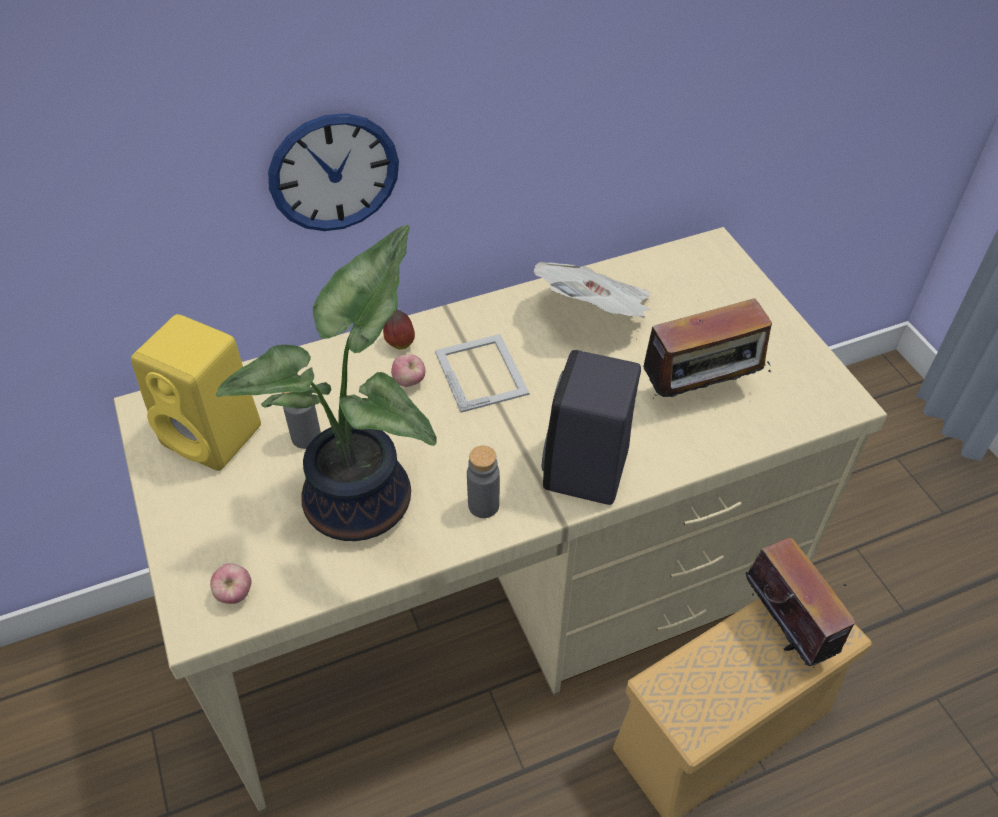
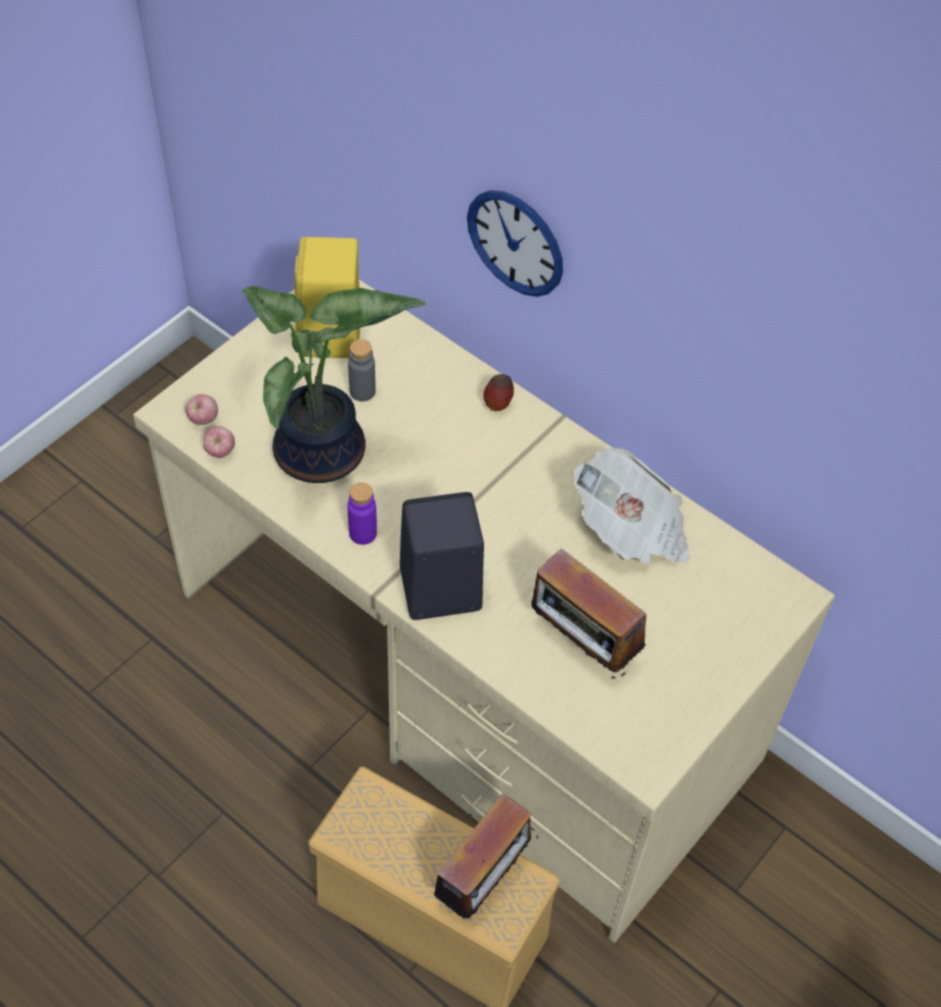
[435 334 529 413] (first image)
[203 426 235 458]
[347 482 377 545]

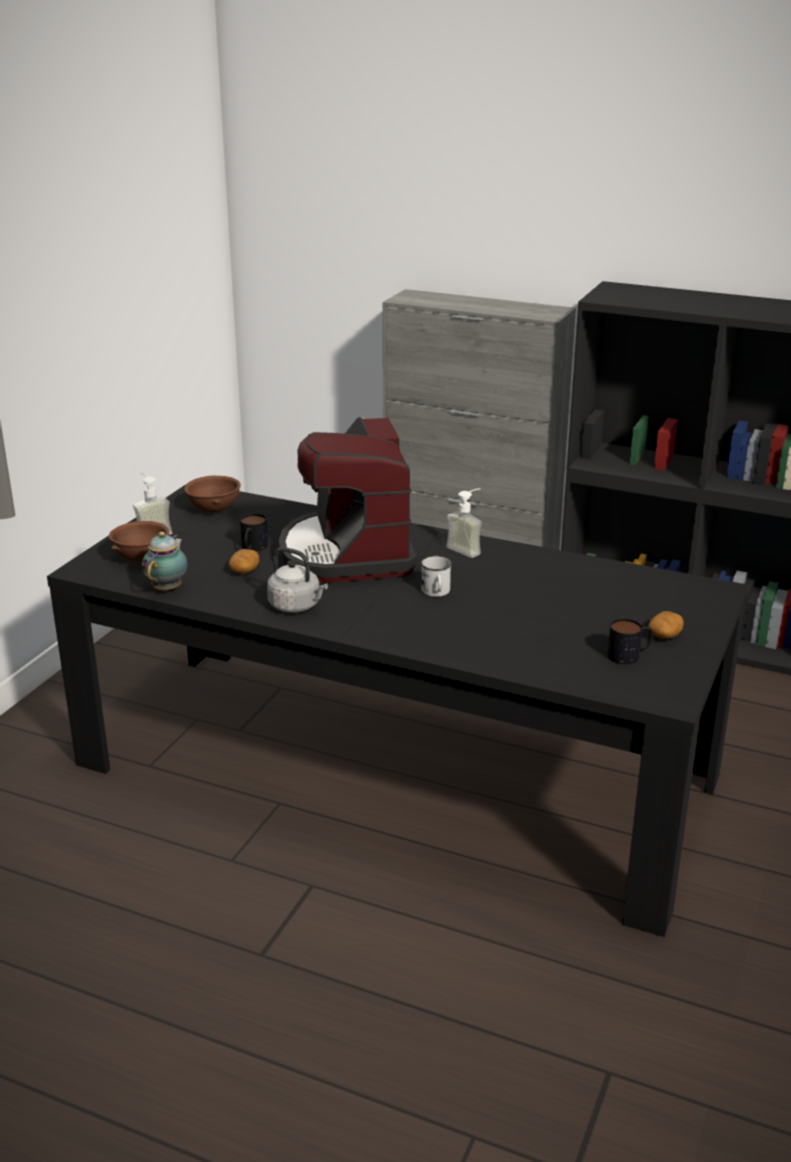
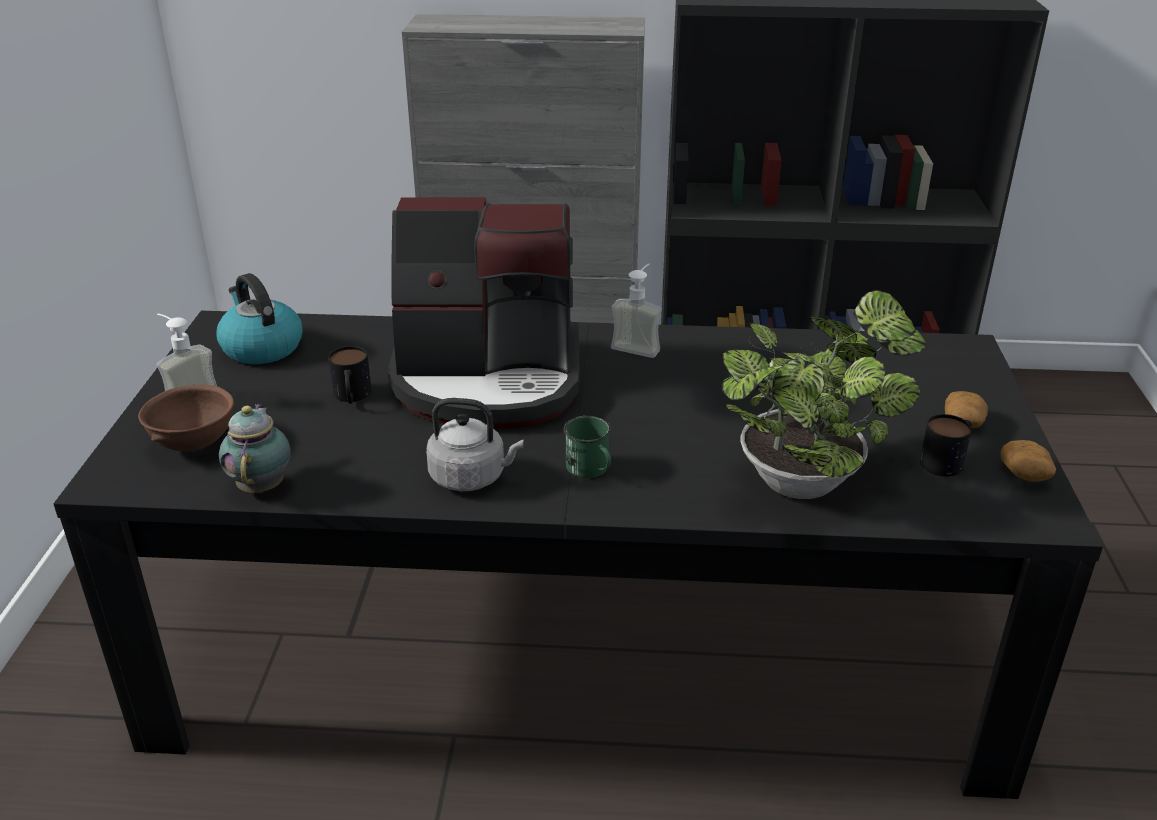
[388 197 580 429]
[216 273 303 364]
[1000 440 1056 482]
[421 556 452 597] (first image)
[722 290 926 499]
[564 416 611 478]

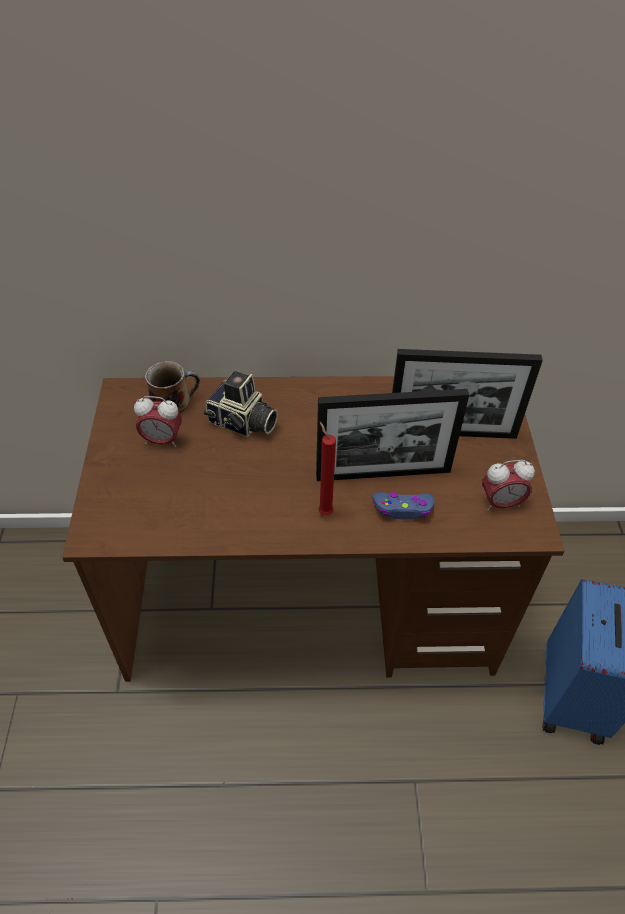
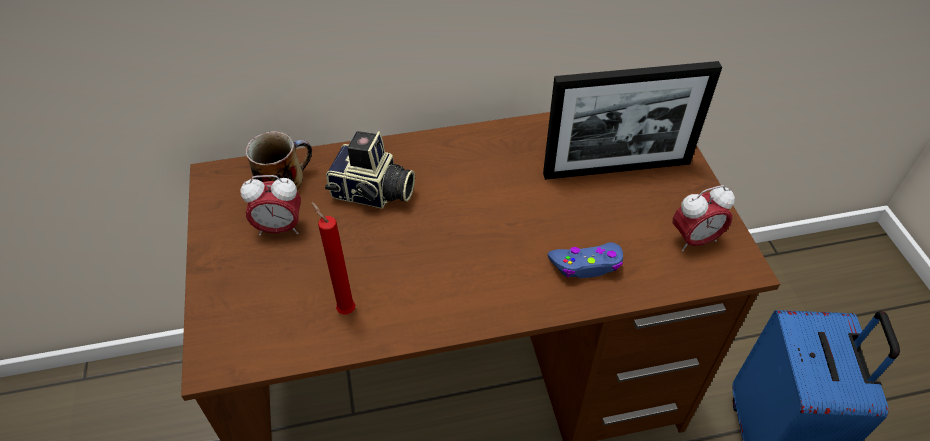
[316 389 469 481] (first image)
[311 201 355 314]

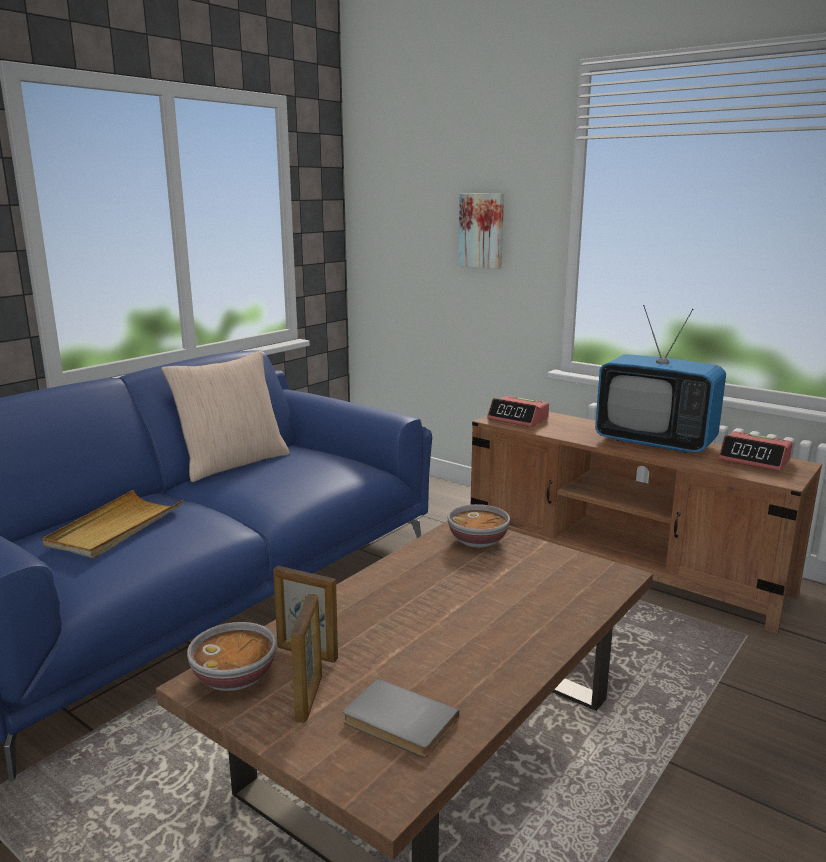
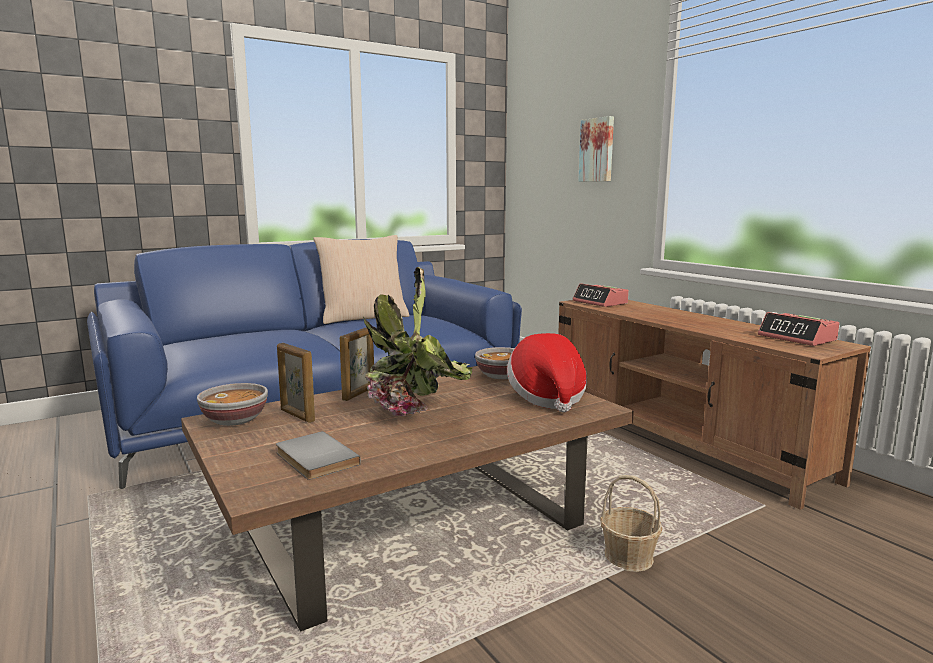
[595 305 726 453] (first image)
[43 490 184 558] (first image)
[340 327 374 401]
[363 267 472 416]
[507 333 587 412]
[600 475 662 572]

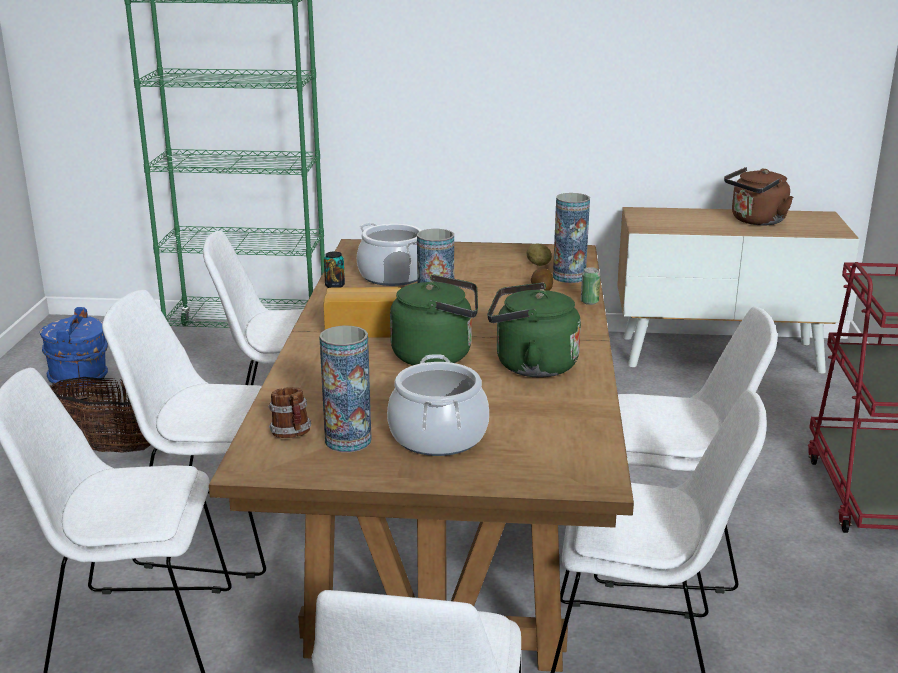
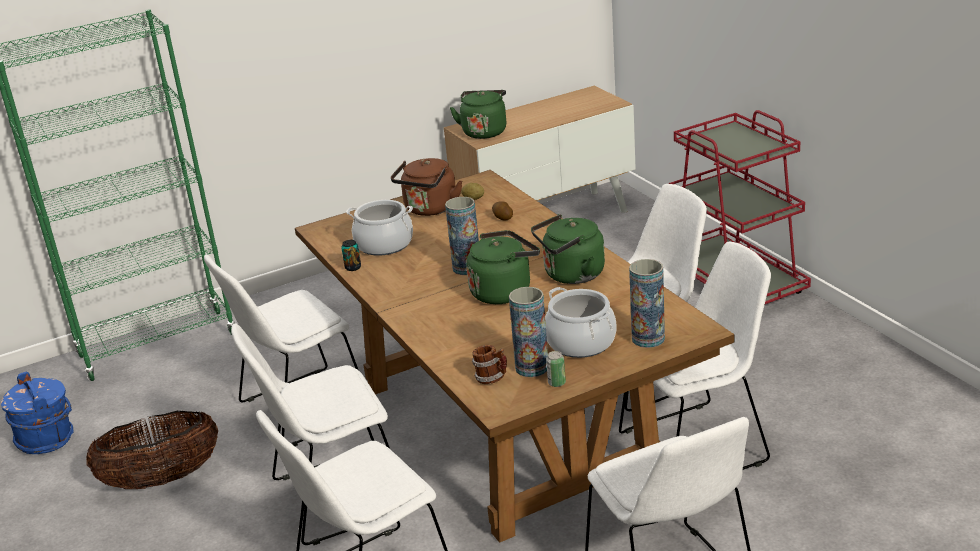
[391 158 462 216]
[629 259 665 348]
[546 351 566 387]
[324 287 401 338] (first image)
[450 90 506 139]

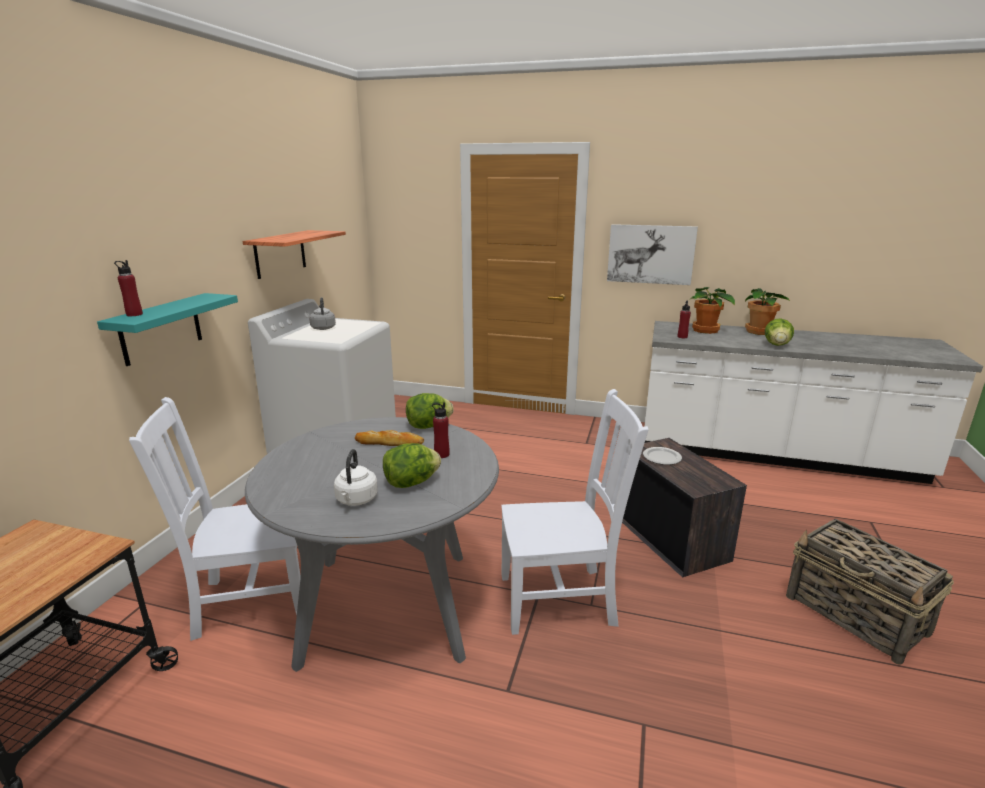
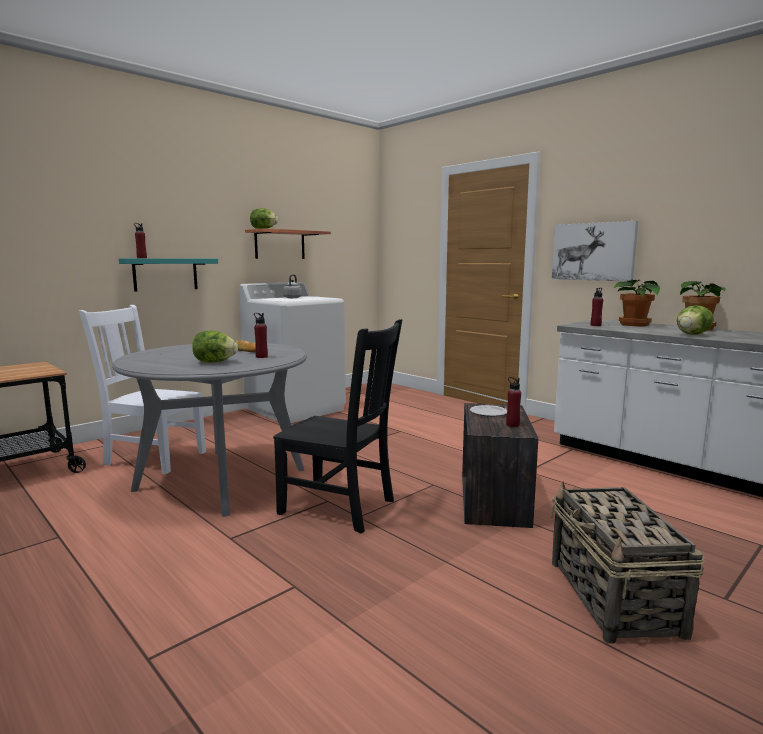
[273 319 402 533]
[250 208 278 229]
[334 449 378 506] (first image)
[506 377 521 427]

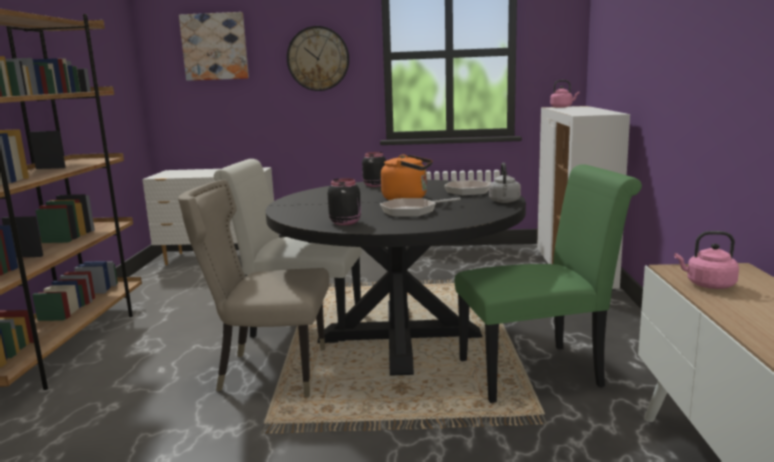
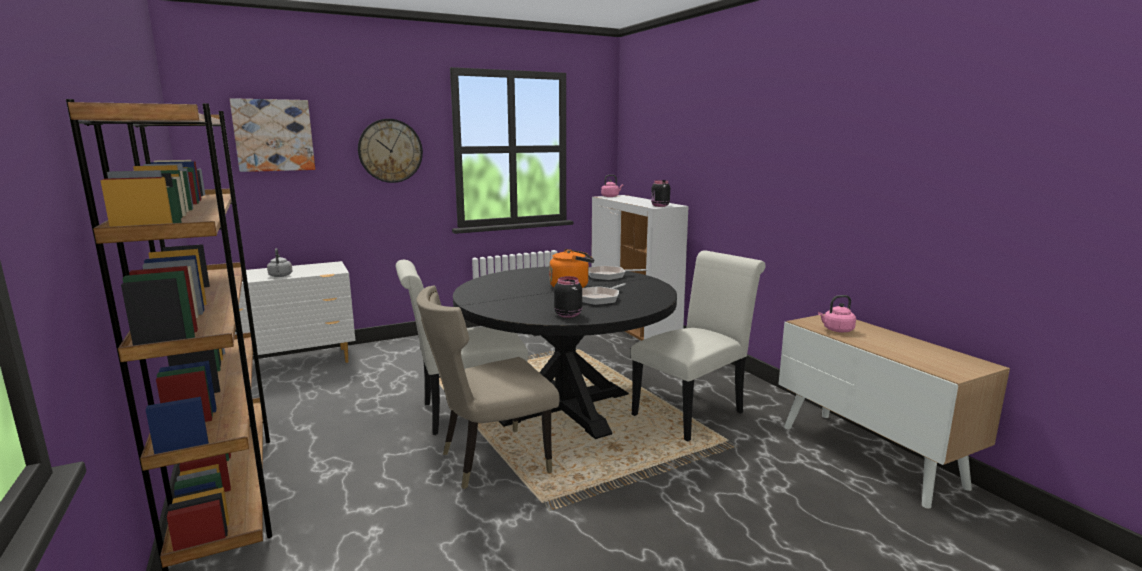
[651 180 670 207]
[267 248 293 277]
[630 251 766 442]

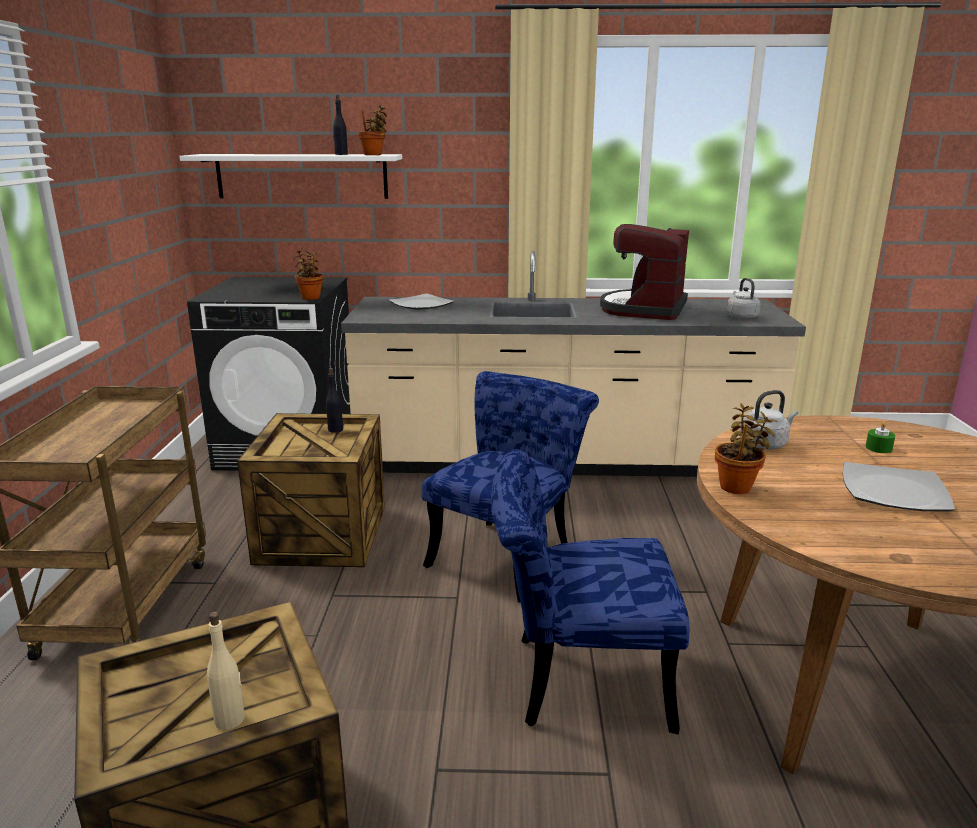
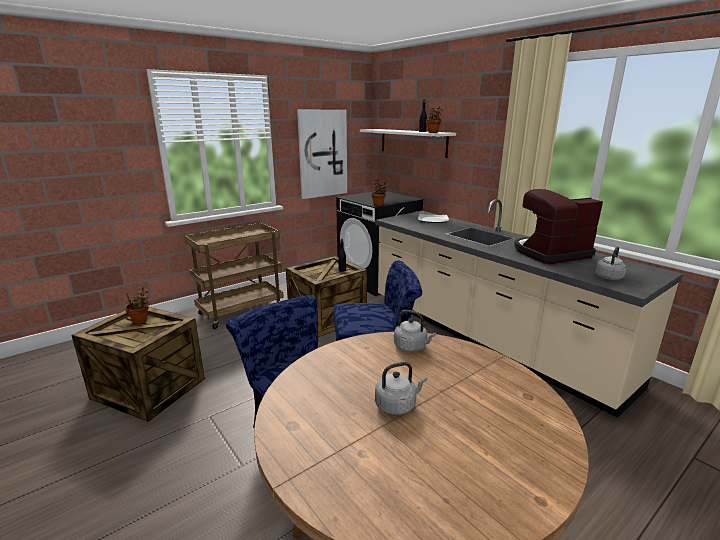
[125 286 149 324]
[865 421 896 453] (first image)
[375 362 427 415]
[207 612 245 730] (first image)
[297 110 347 199]

